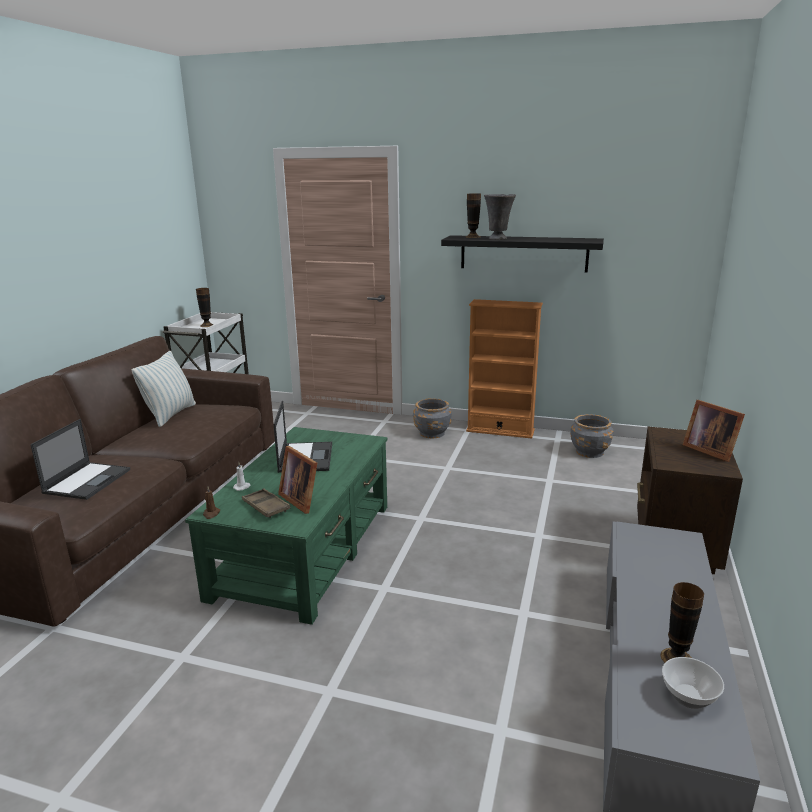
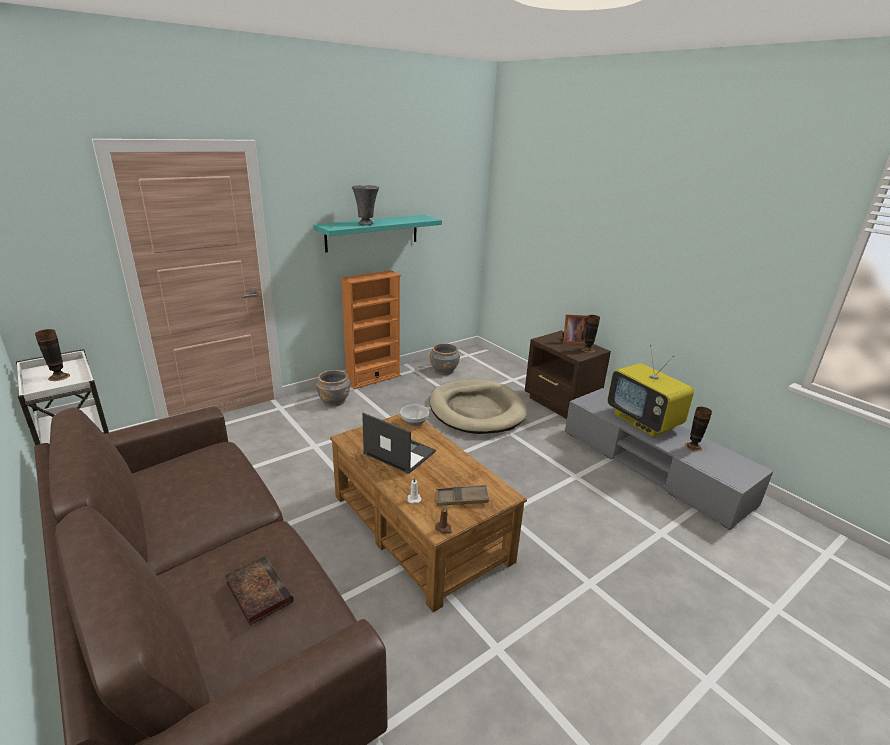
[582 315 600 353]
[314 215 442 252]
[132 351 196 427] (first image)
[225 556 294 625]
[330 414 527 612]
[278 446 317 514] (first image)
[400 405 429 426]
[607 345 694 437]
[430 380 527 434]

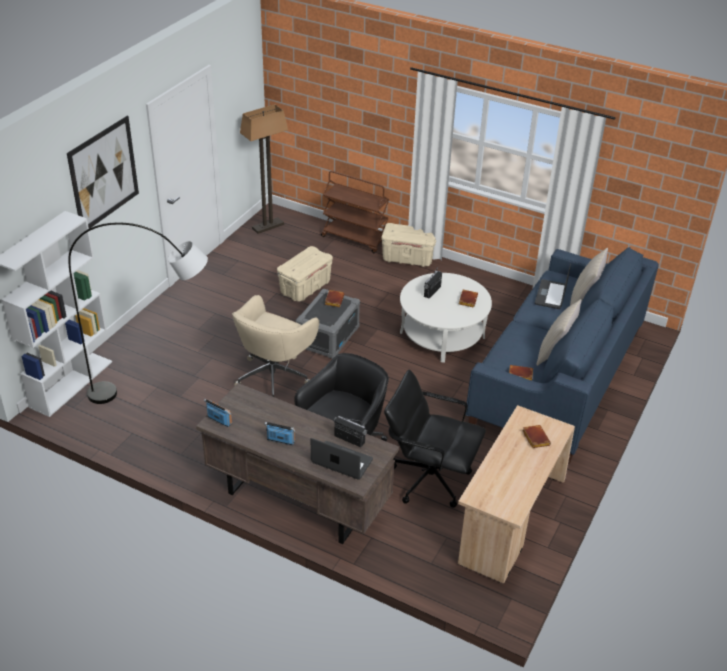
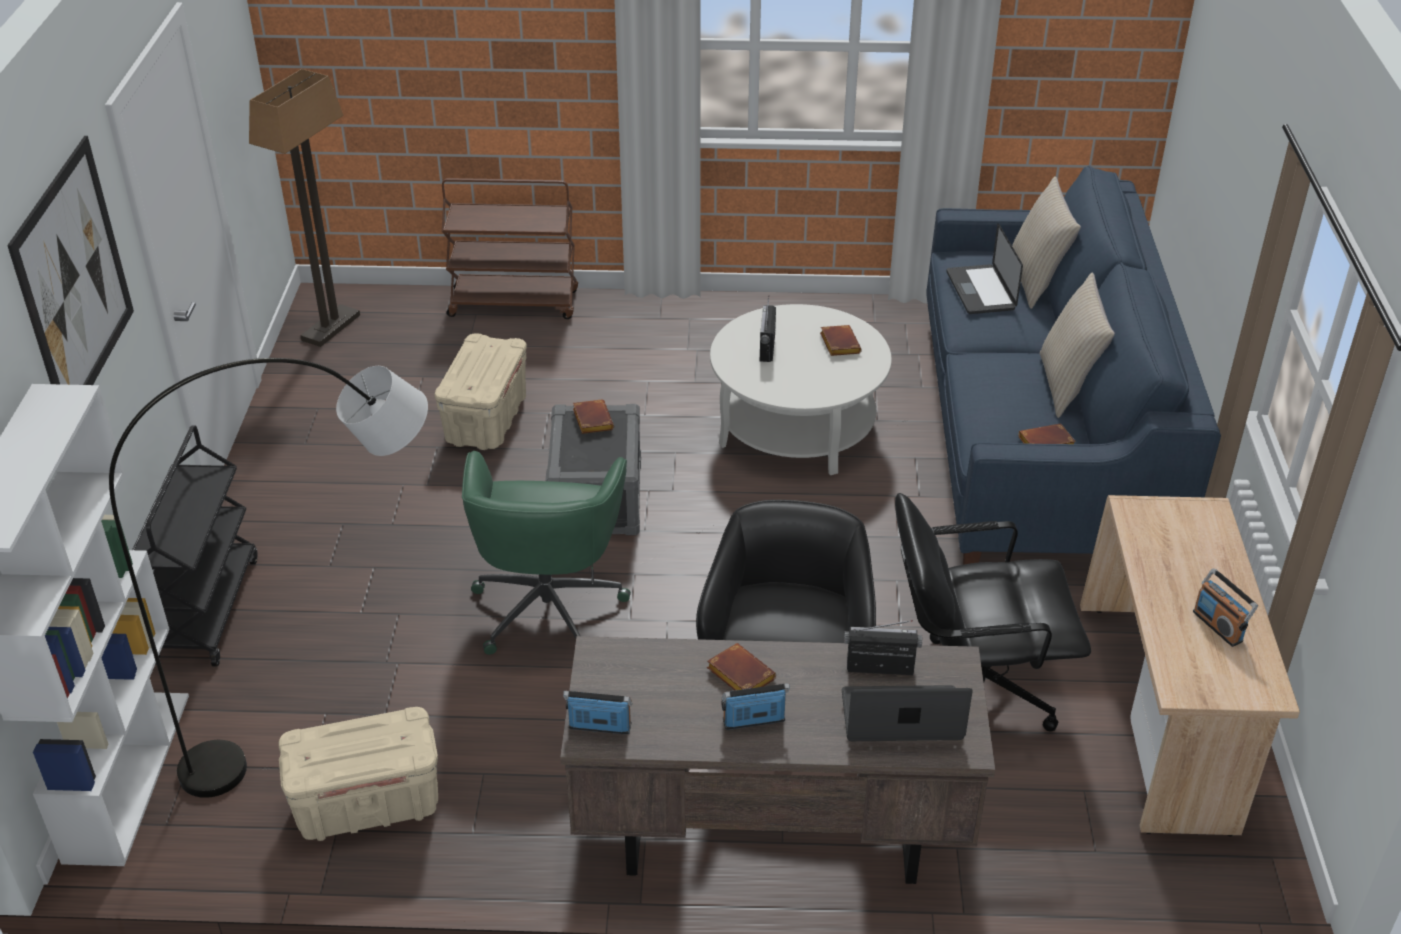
[278 707 438 841]
[462 451 631 655]
[707 643 776 690]
[132 426 258 667]
[1193 569 1258 647]

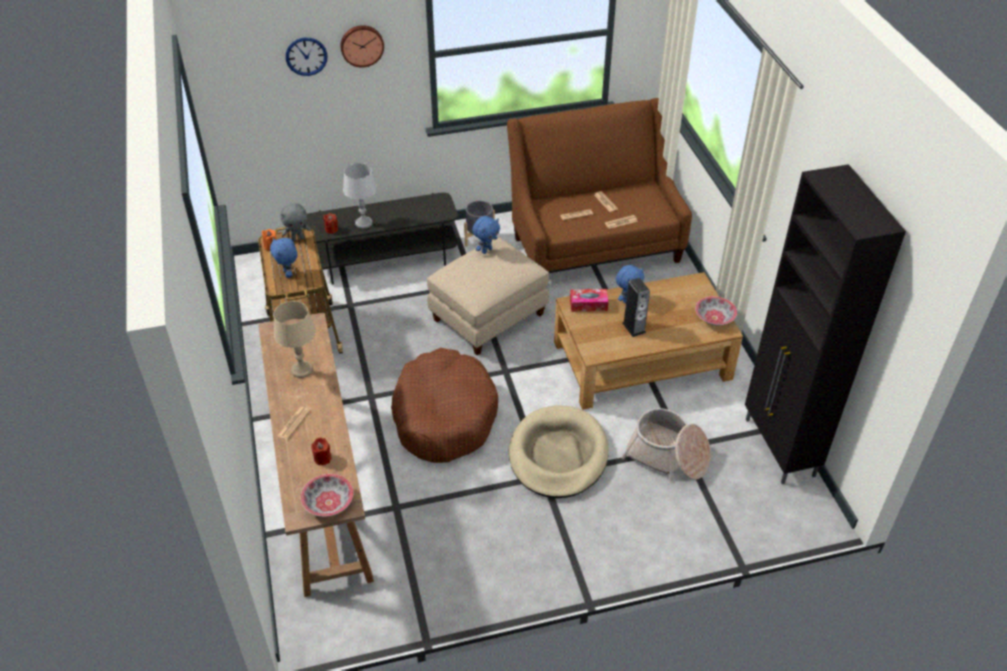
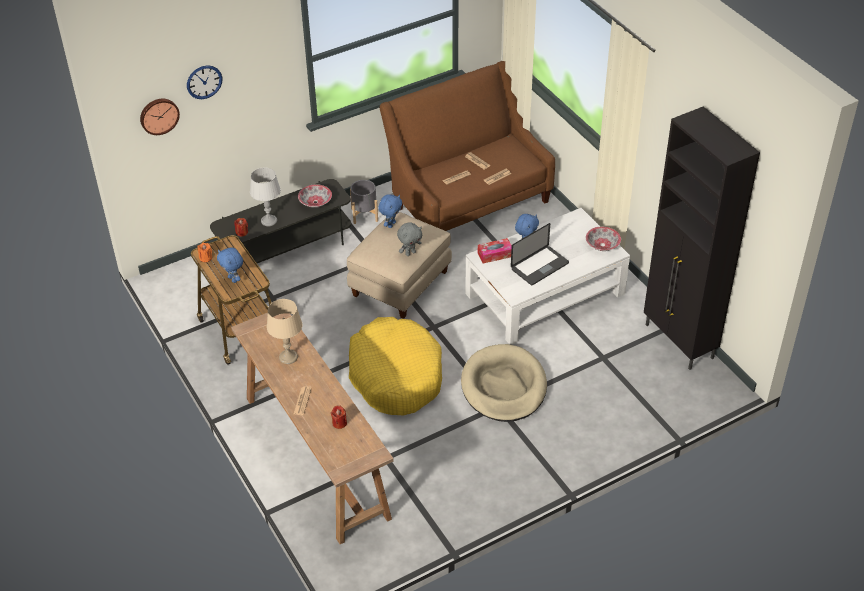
[140 99 180 135]
[397 222 422 256]
[465 208 630 345]
[511 223 569 285]
[349 317 442 415]
[621 408 711 481] (first image)
[298 184 332 208]

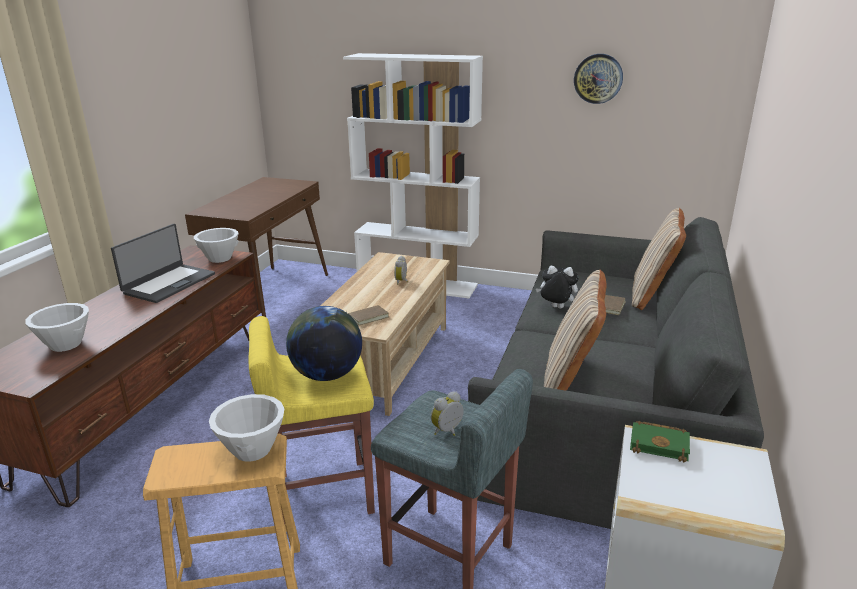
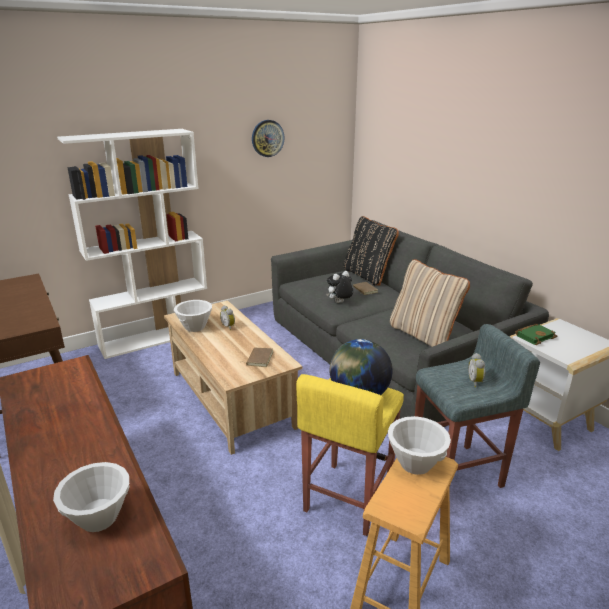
[343 216 399 286]
[111 224 215 303] (first image)
[174 300 212 332]

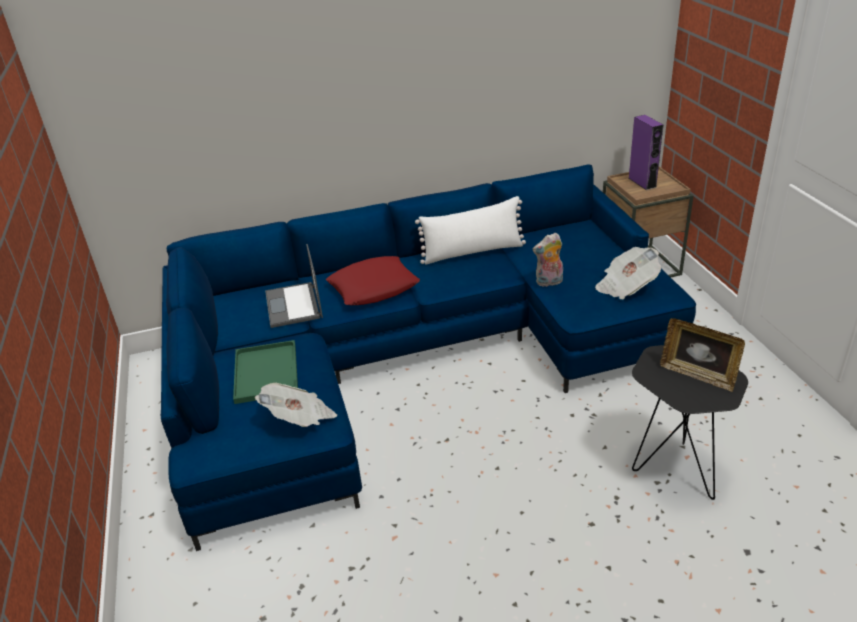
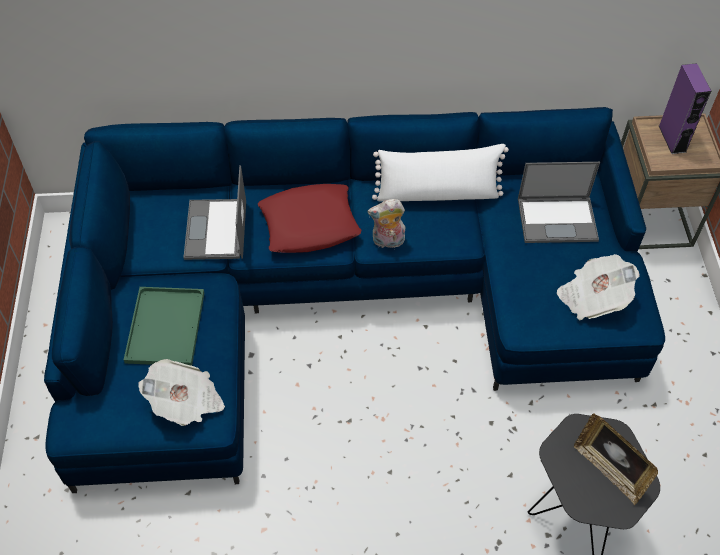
[368 199 405 248]
[518 162 600 243]

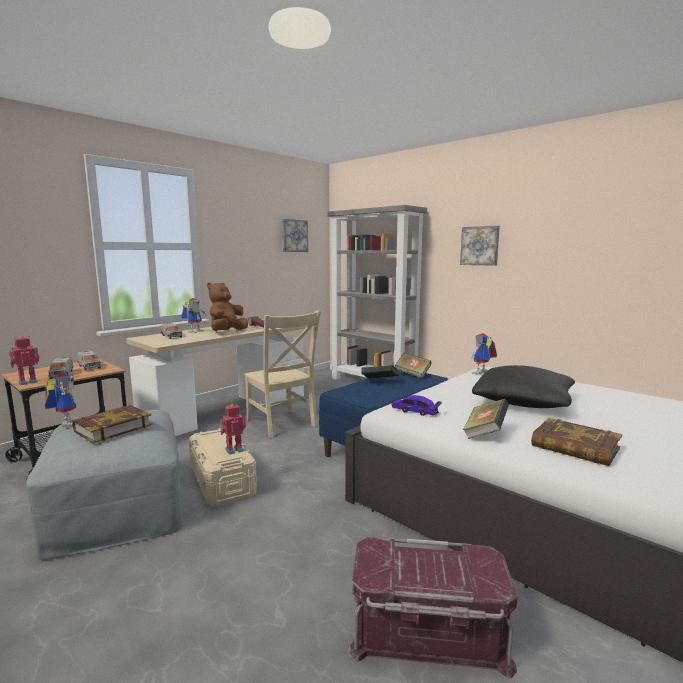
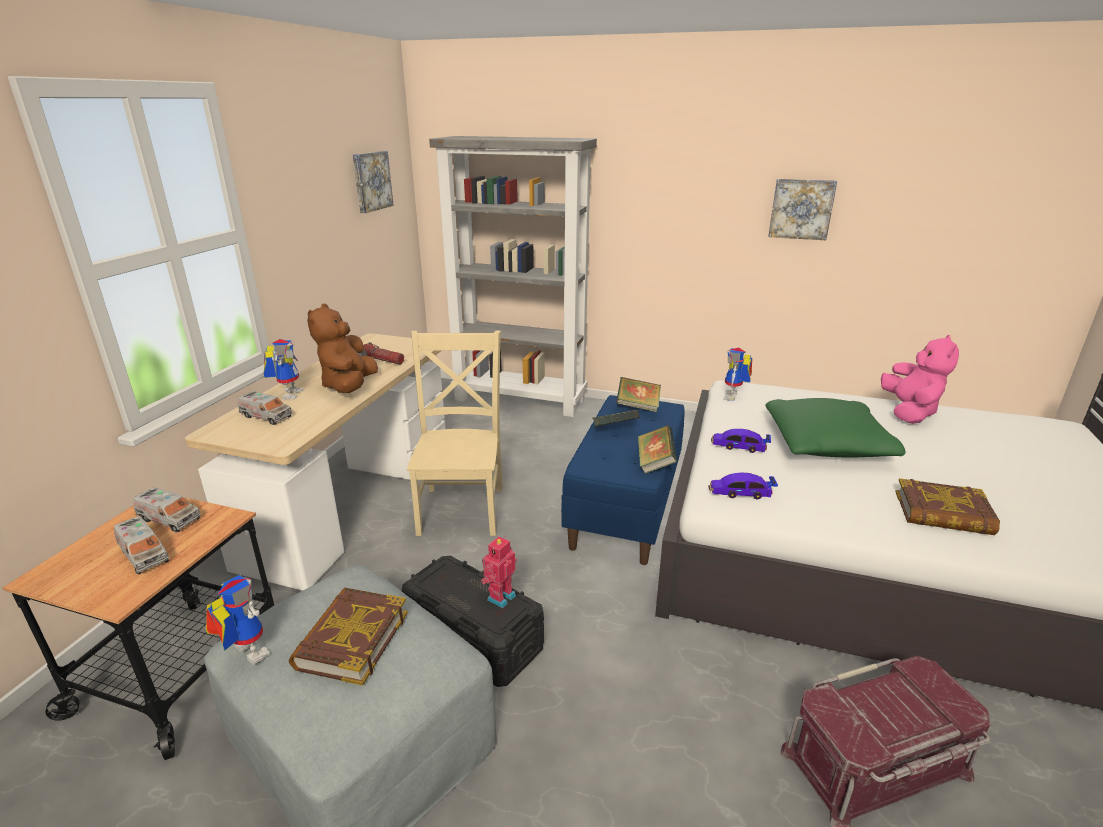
[768 179 837 240]
[407 330 503 536]
[9 336 39 385] (first image)
[765 398 905 457]
[638 425 677 474]
[402 556 544 687]
[881 335 959 424]
[711 429 771 453]

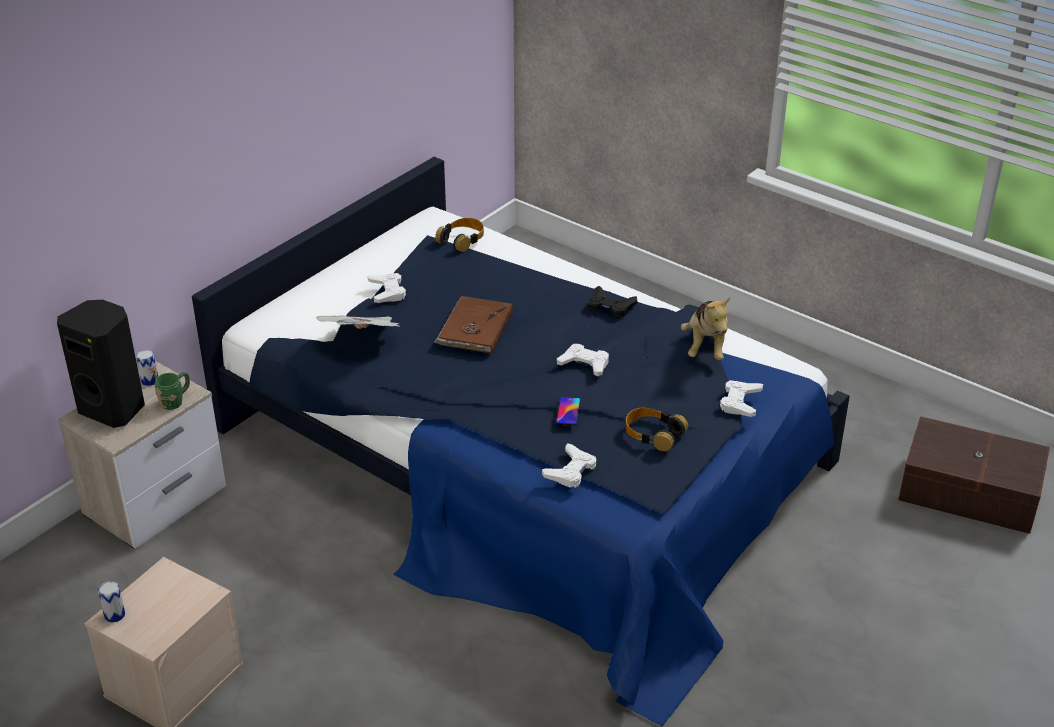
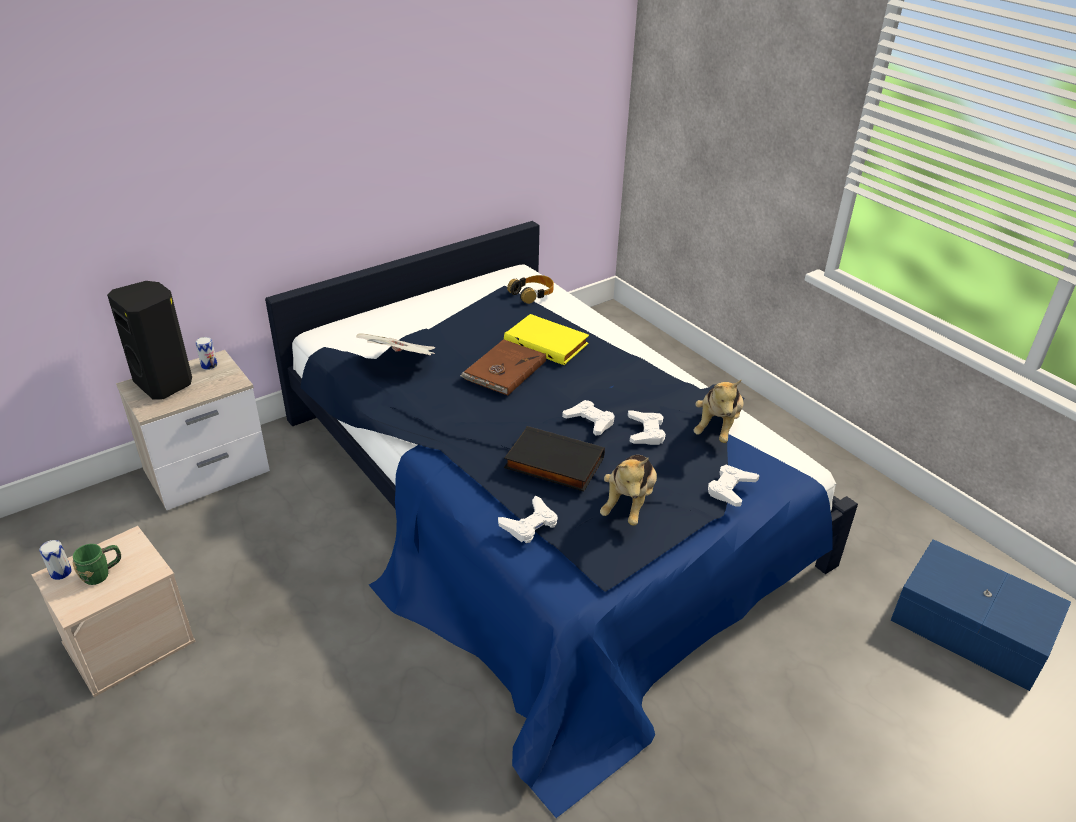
[628 410 666 445]
[588 286 637 318] (first image)
[72 544 121 585]
[504 426 605 491]
[600 455 657 526]
[891 539 1071 691]
[504 314 589 365]

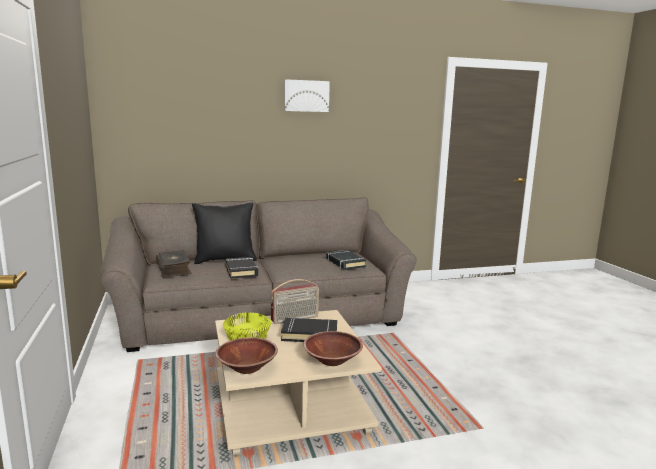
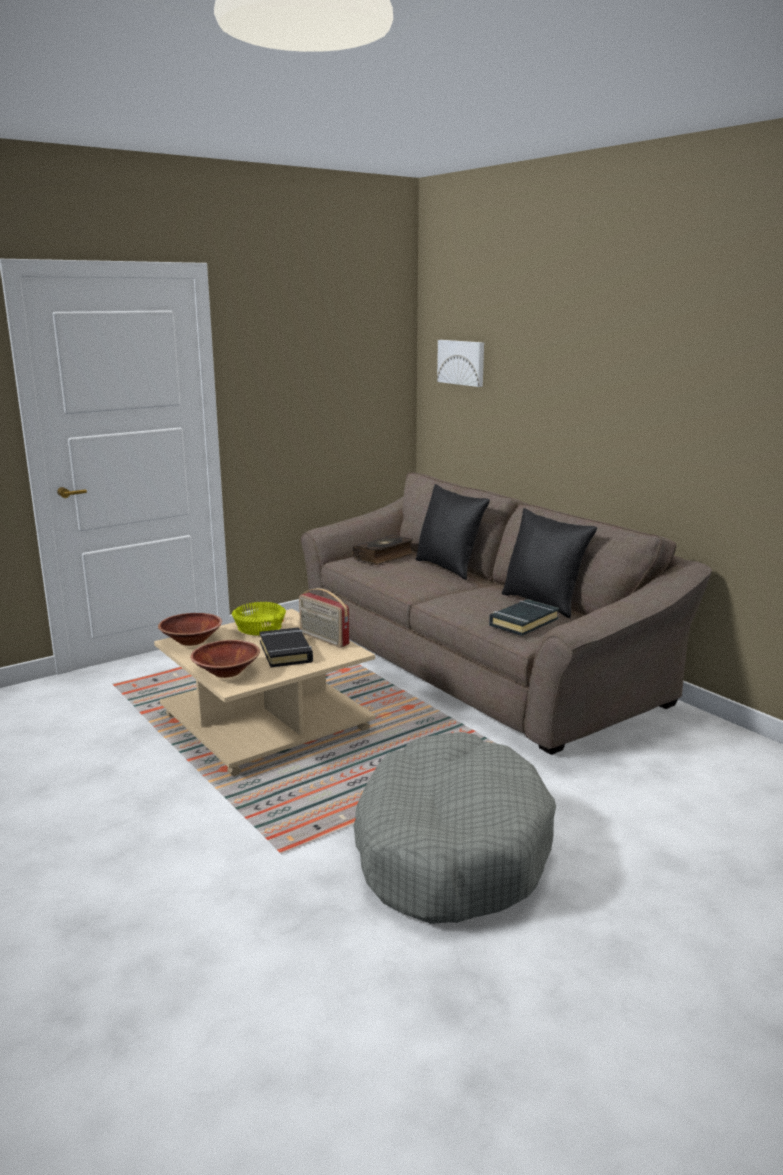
[437 340 484 387]
[225 257 258 278] (first image)
[502 508 597 618]
[354 732 556 924]

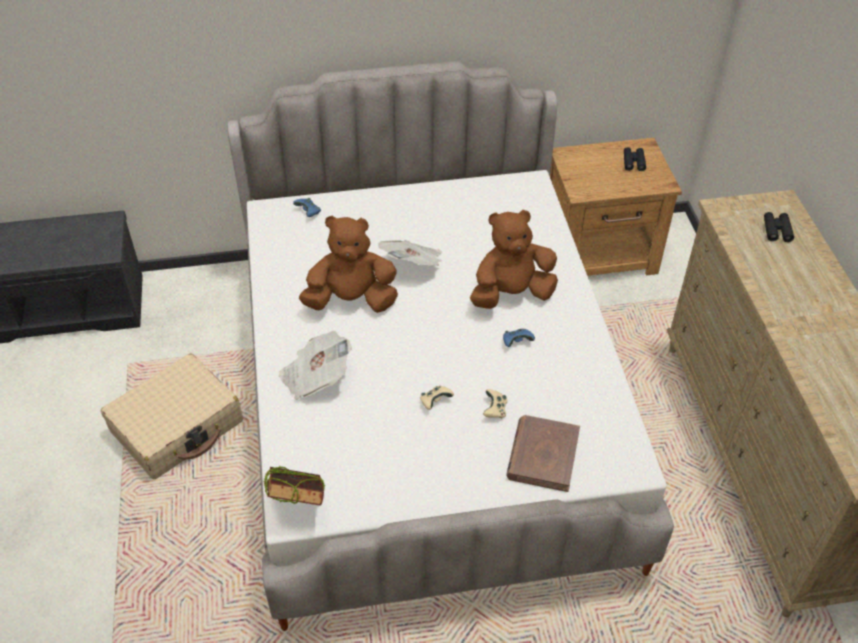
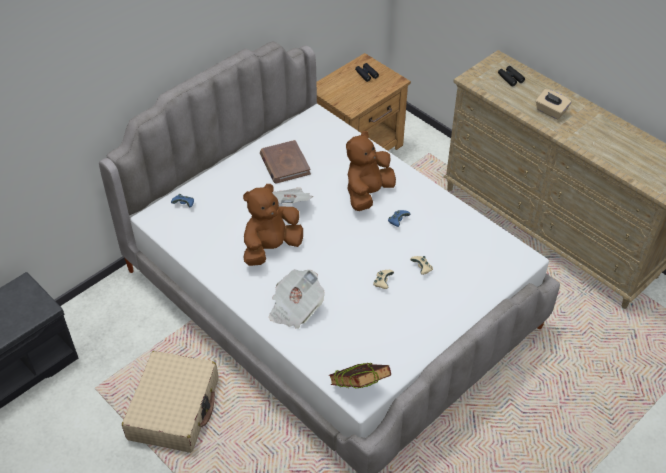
[260 140 311 184]
[536 89 571 119]

